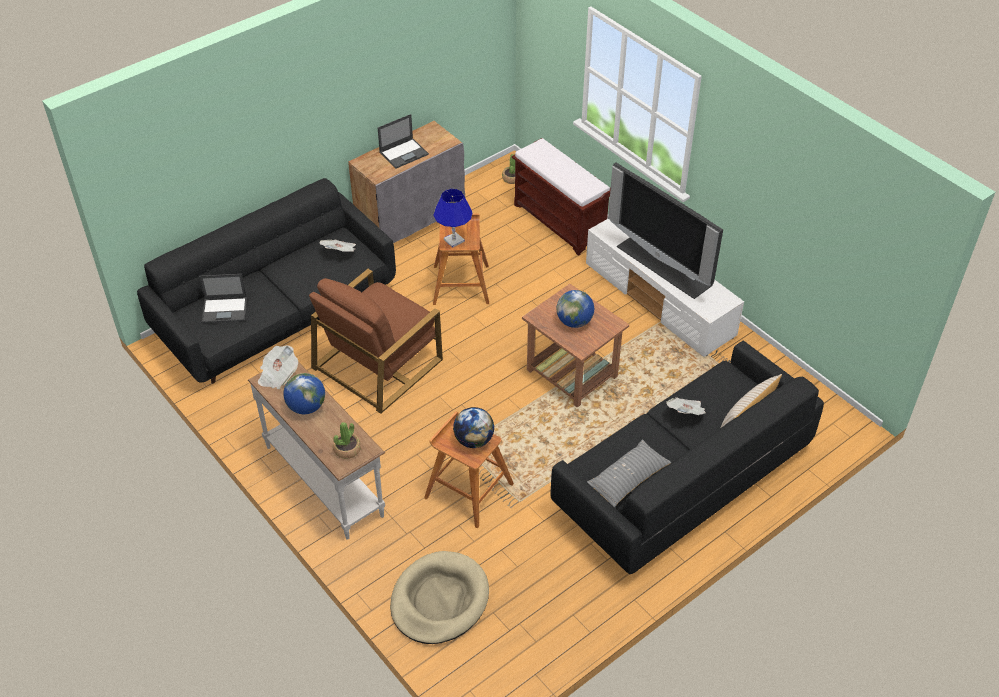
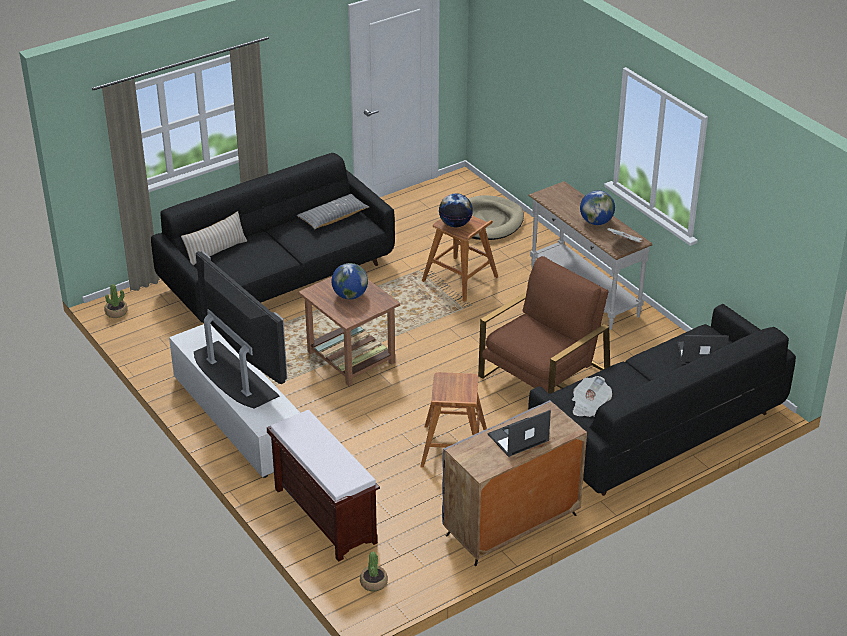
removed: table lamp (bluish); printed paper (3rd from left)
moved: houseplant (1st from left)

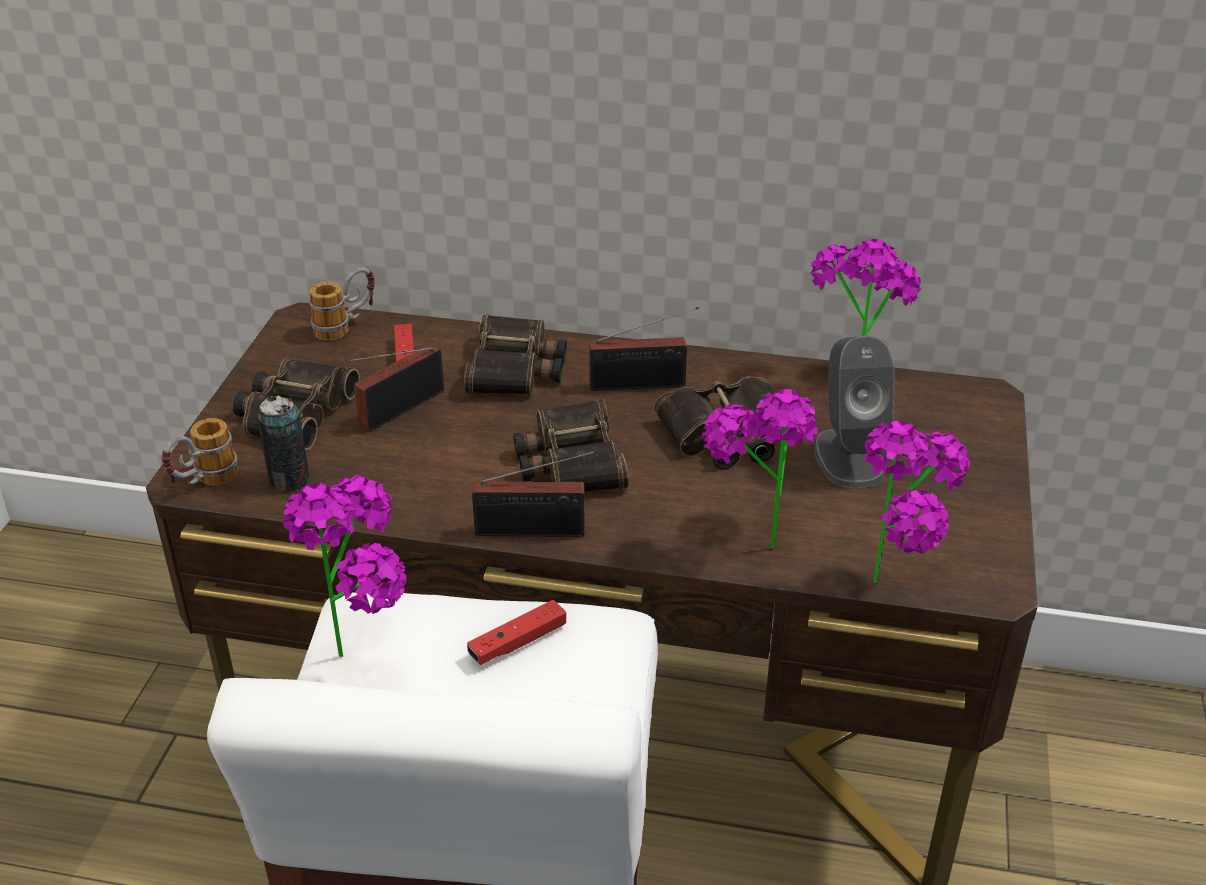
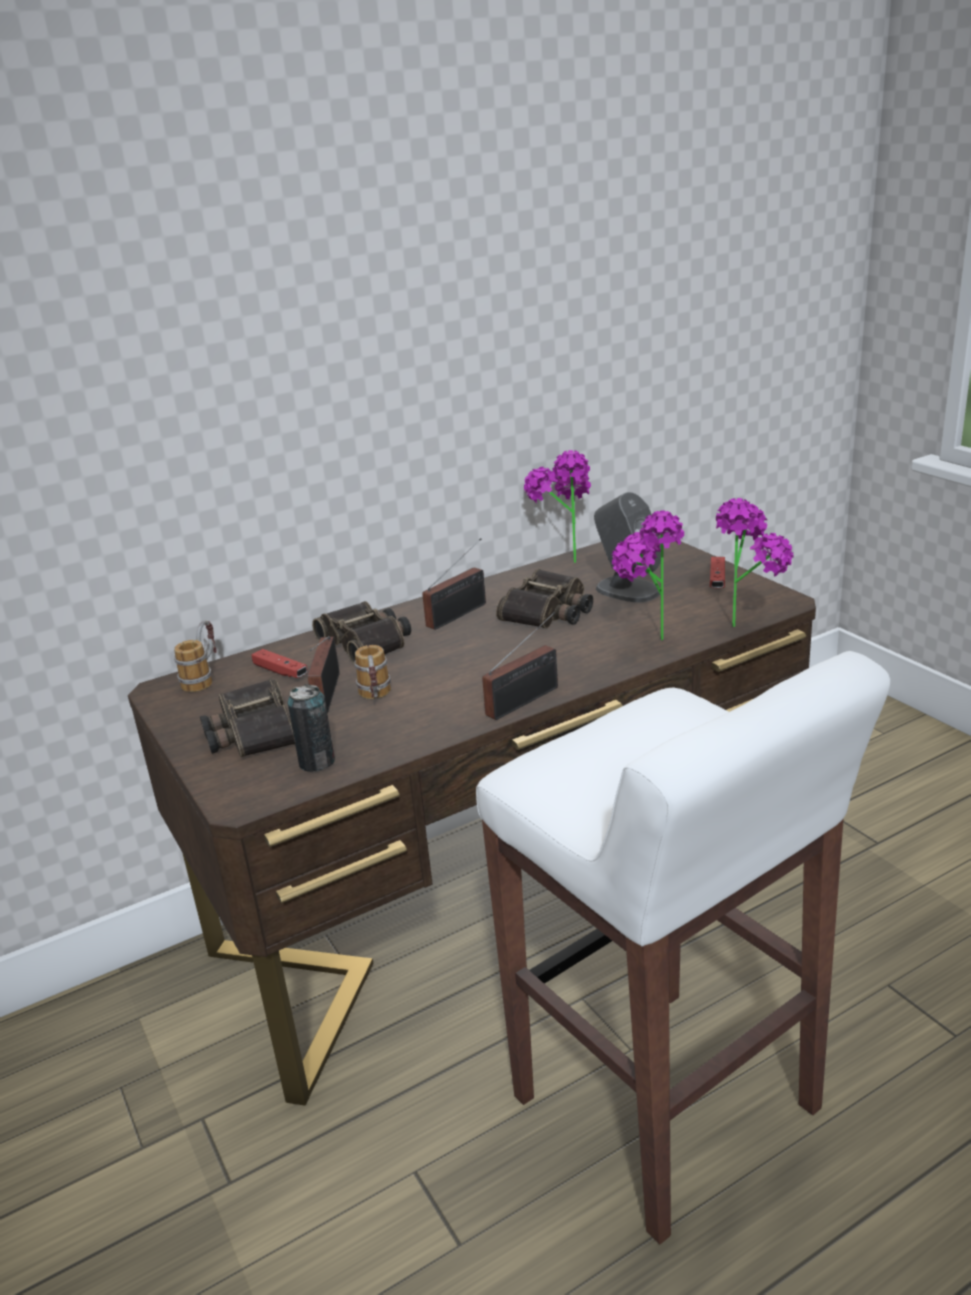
removed: houseplant (1st from left); field glasses (3rd from left)
moved: coffee mug (1st from left in the first image) to coffee mug (2nd from left); game controller (red) (2nd from left)

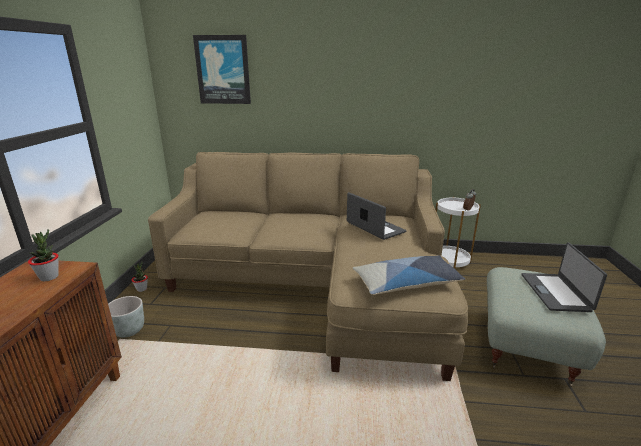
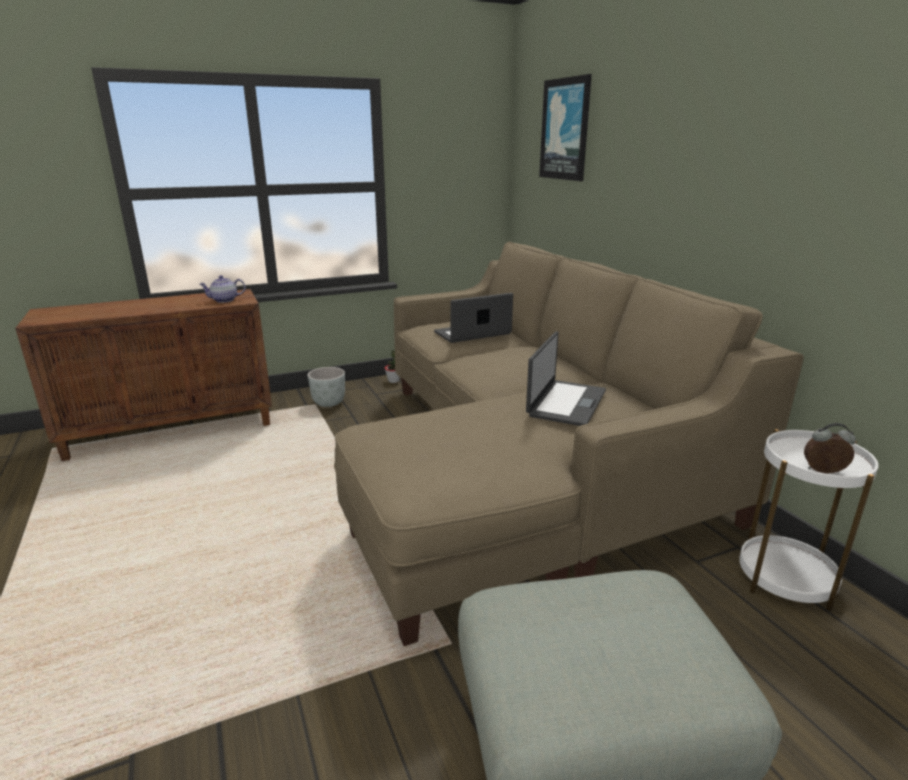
removed: pillow
moved: notebook computer (2nd from left in the first image) to notebook computer (1st from left)
replaced: houseplant (1st from left) to tea pot

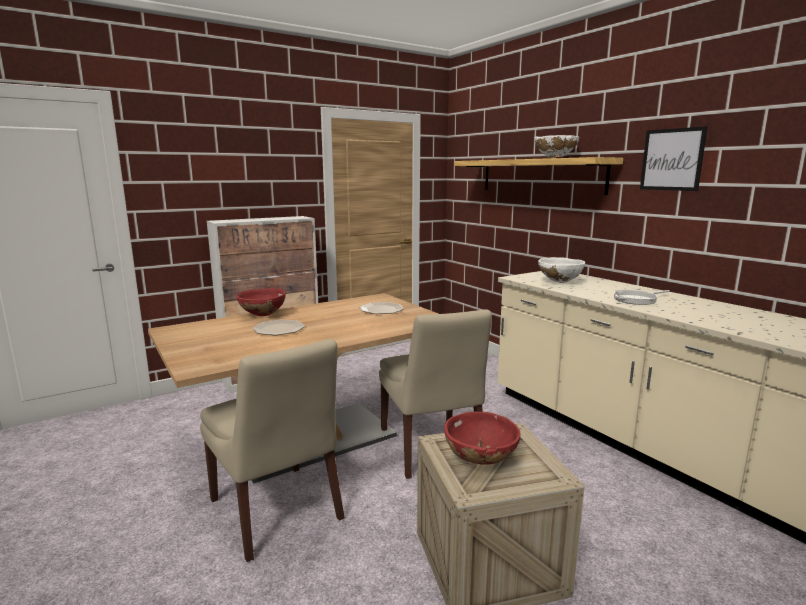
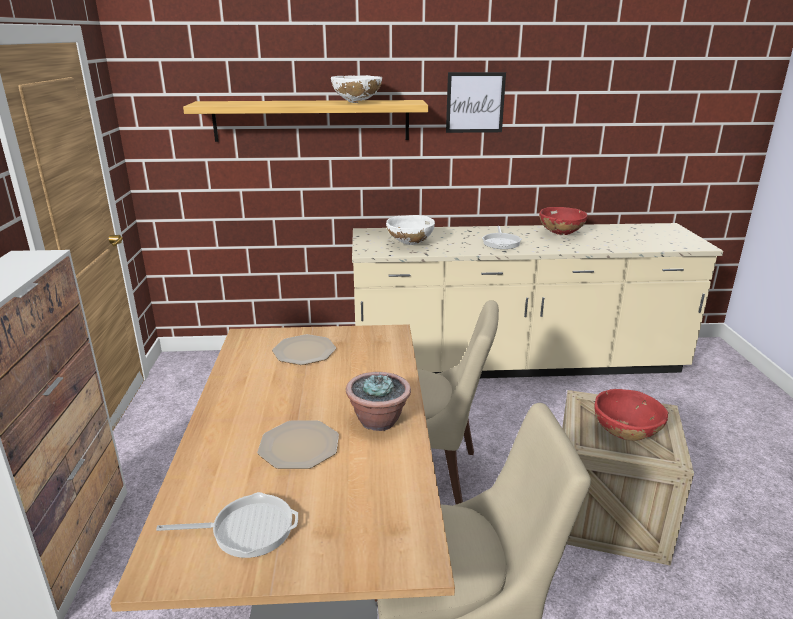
added: skillet (1st from left); houseplant
moved: bowl (red) (1st from left)

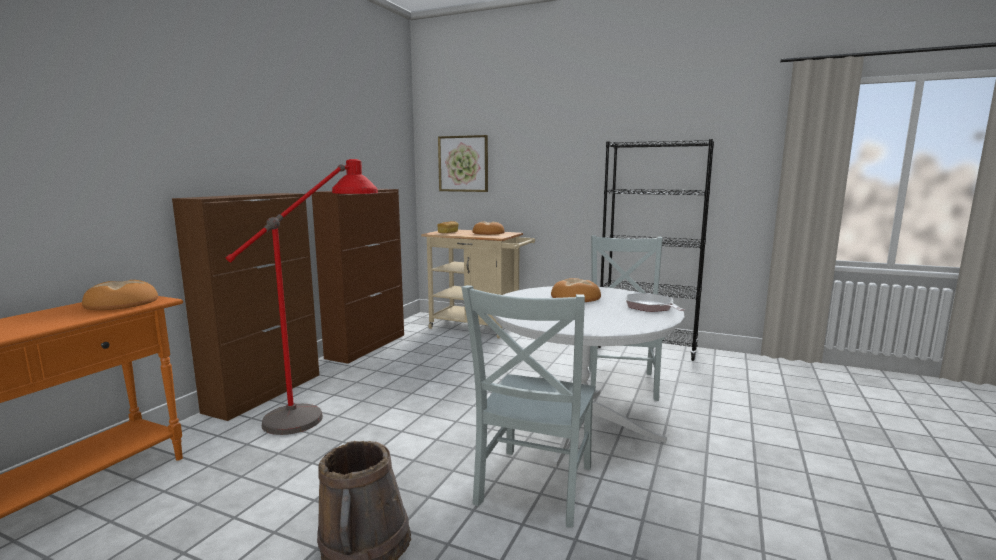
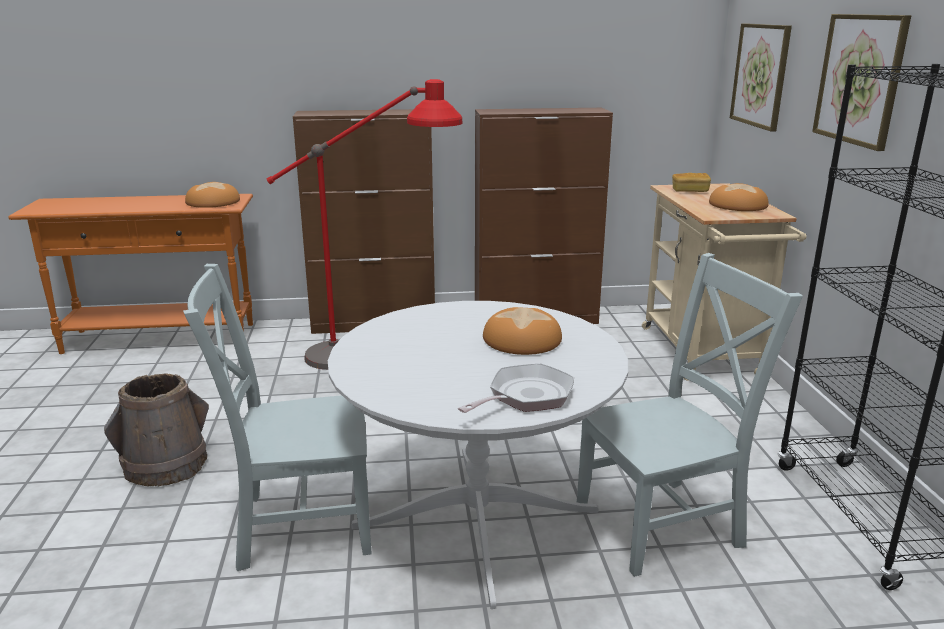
added: picture (2nd from left)

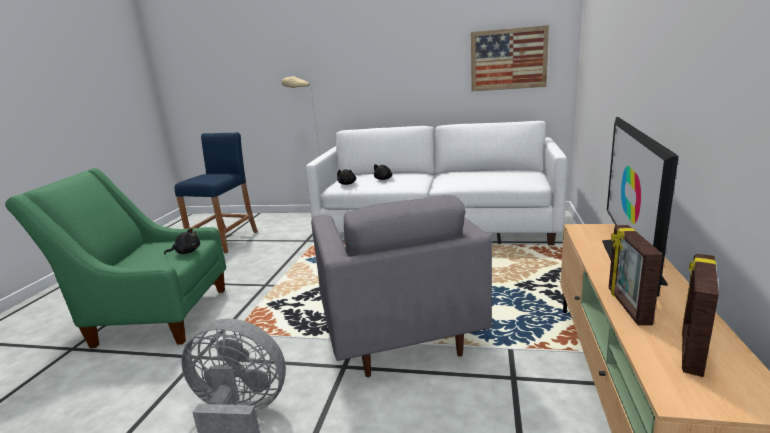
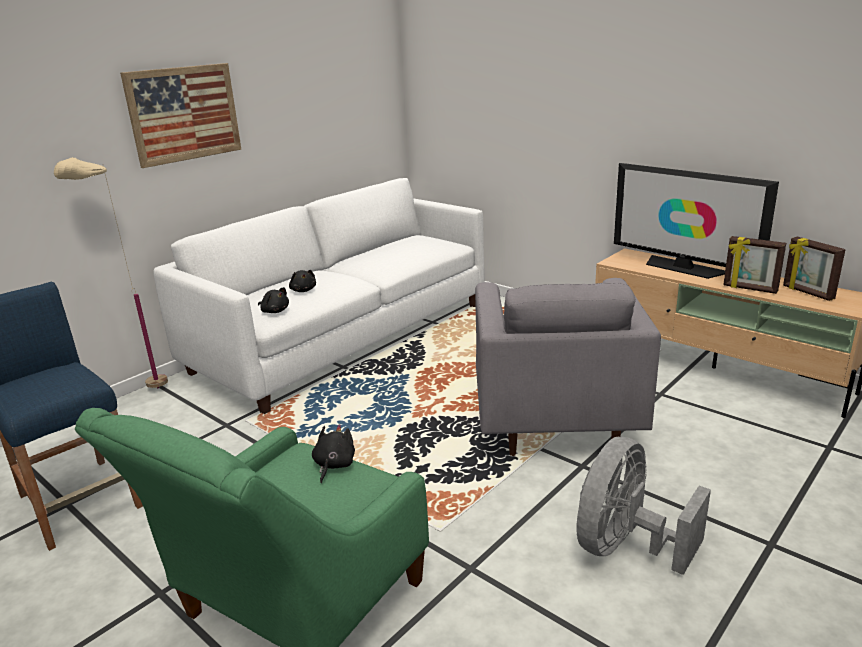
moved: picture
turned: easy chair (grey) 75 degrees clockwise

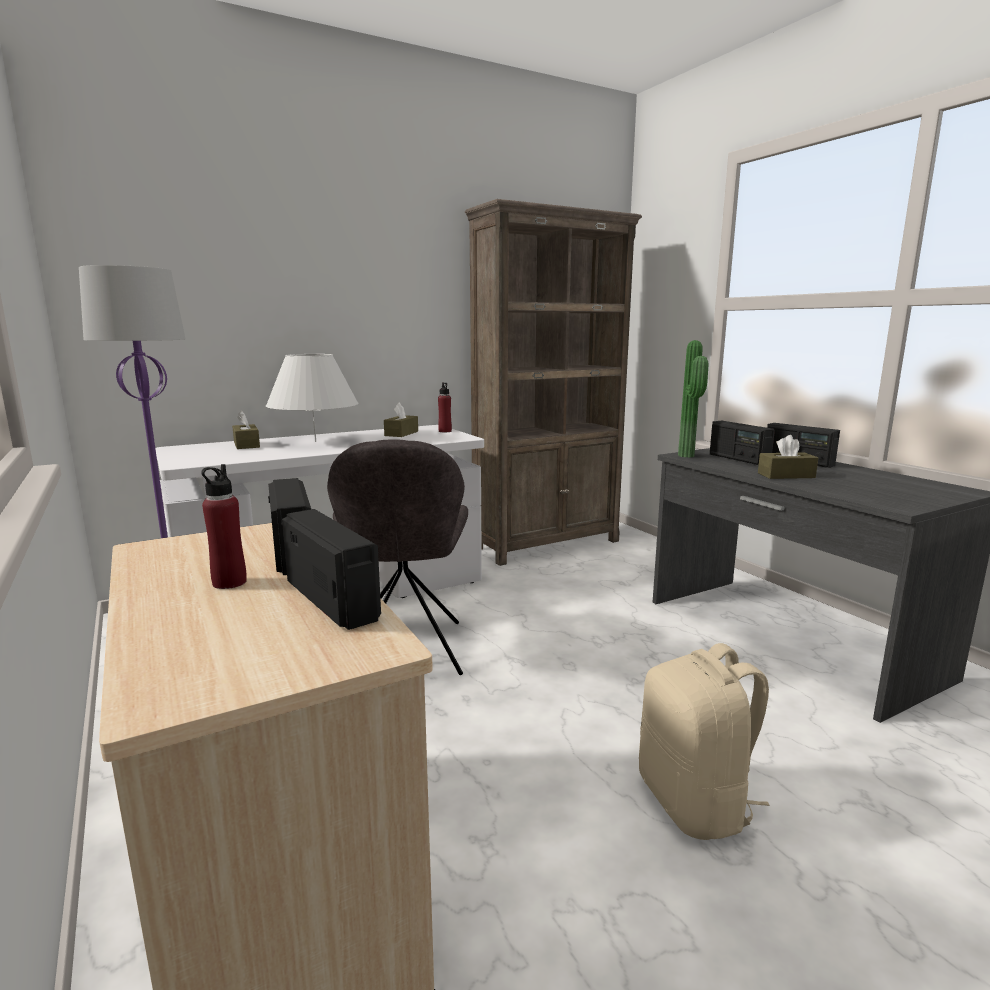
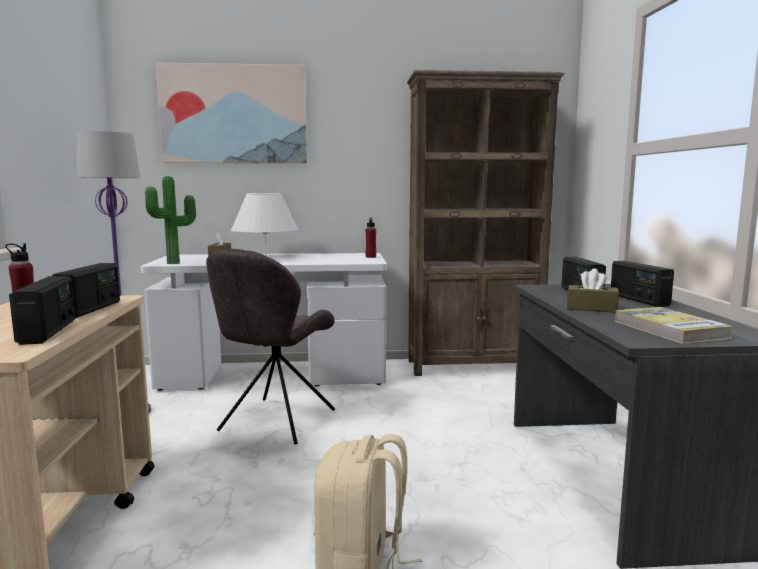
removed: box of tissues (brown) (2nd from left)
added: picture; book
moved: houseplant

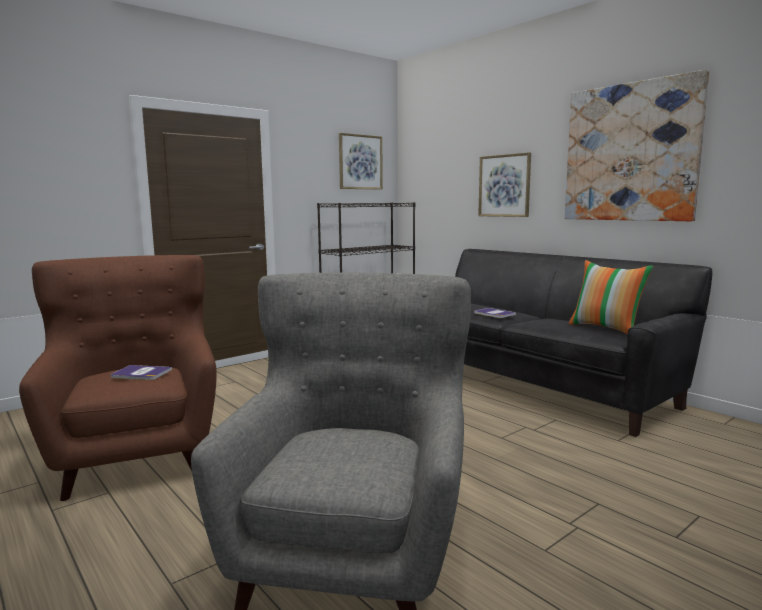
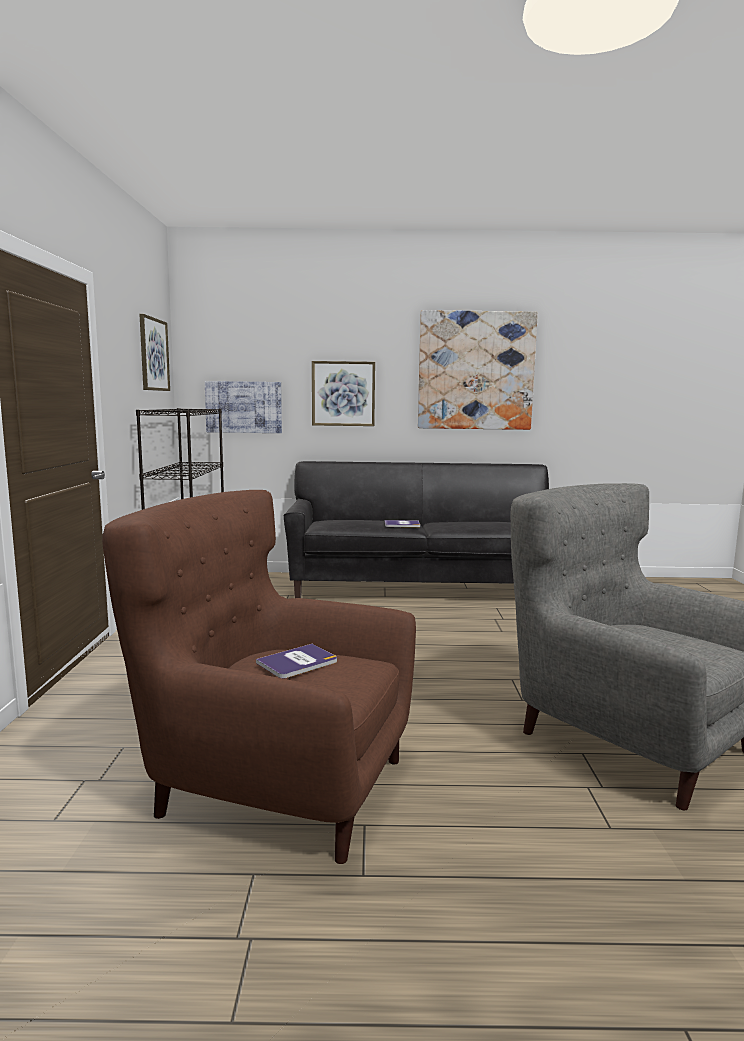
removed: pillow
added: picture (2nd from left)

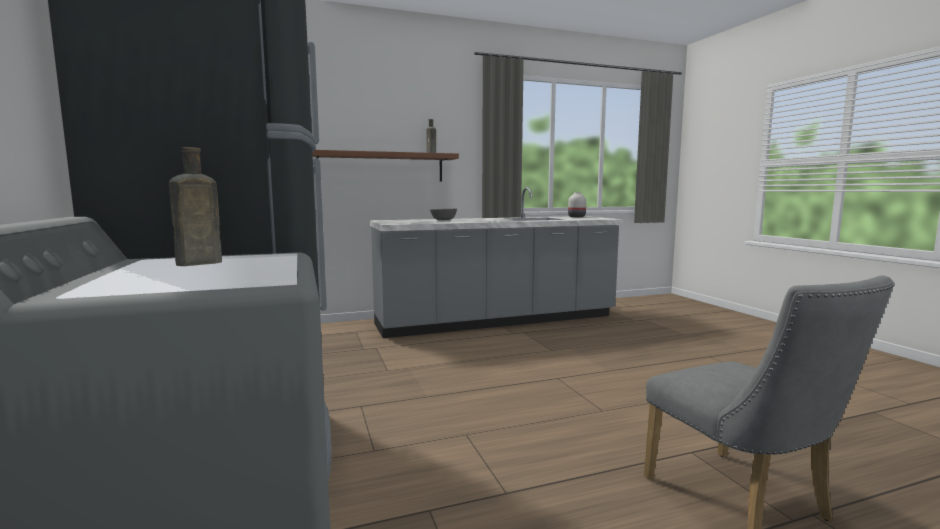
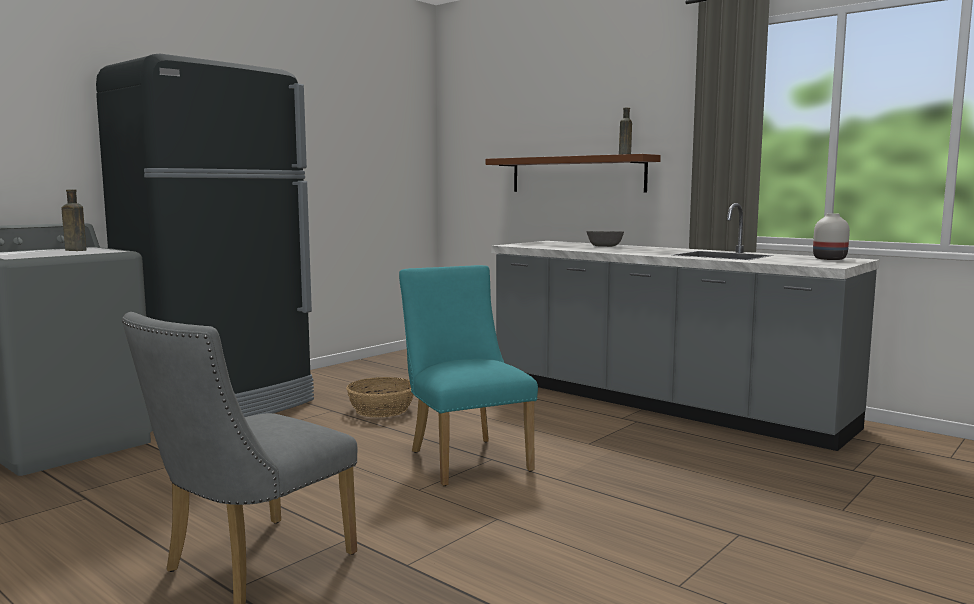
added: storage basket; plain chair (blue-green)

